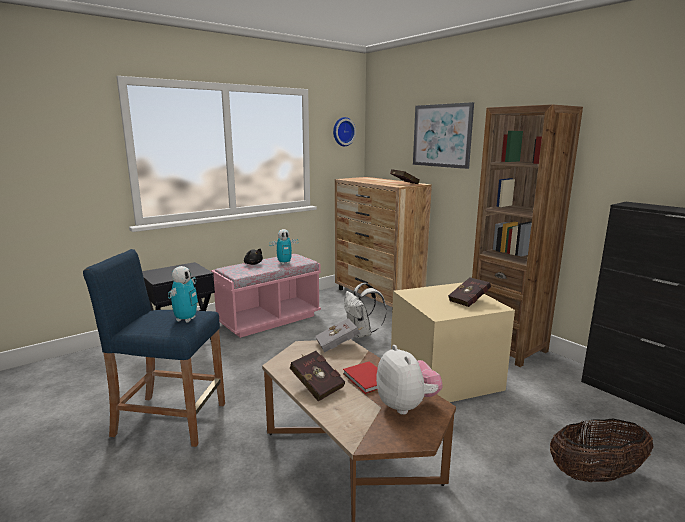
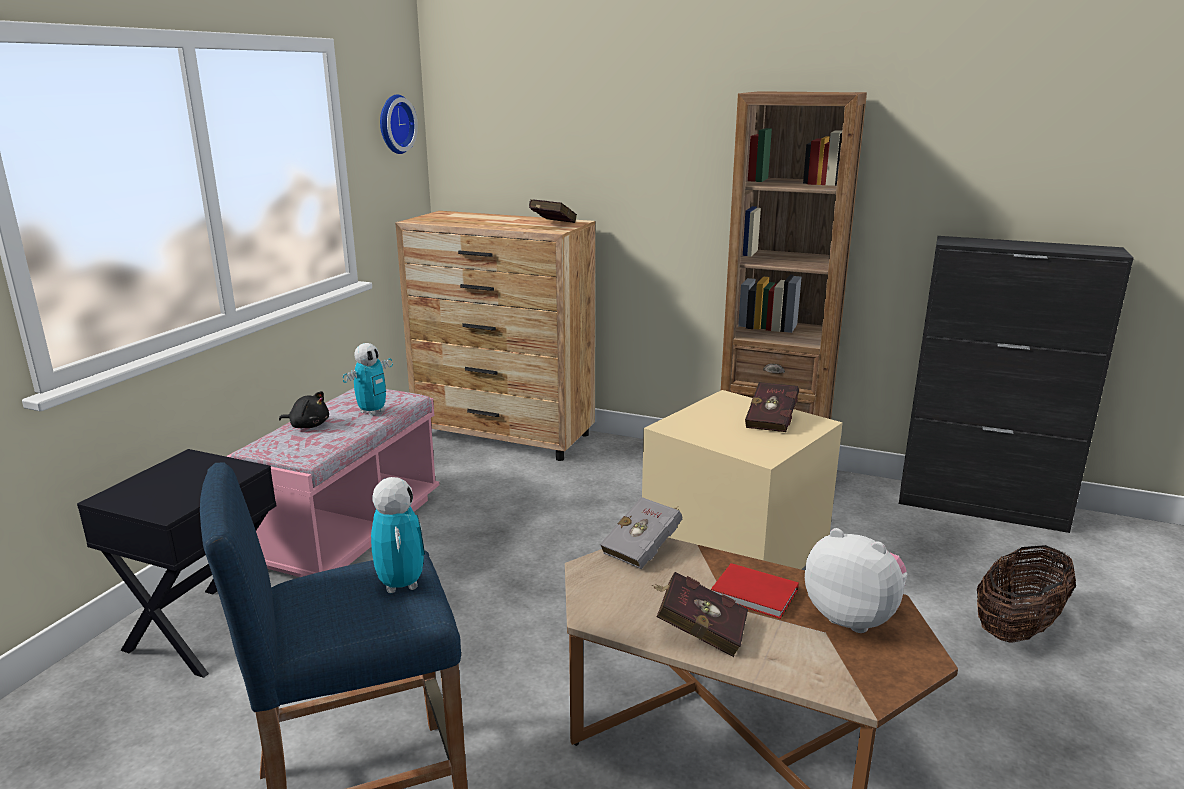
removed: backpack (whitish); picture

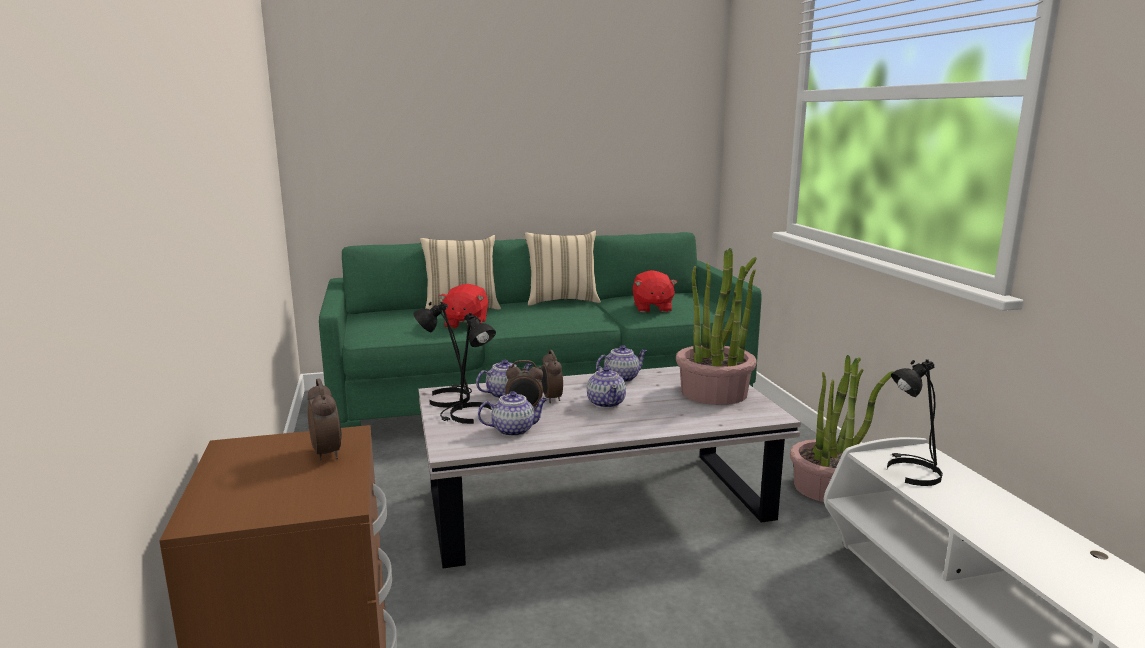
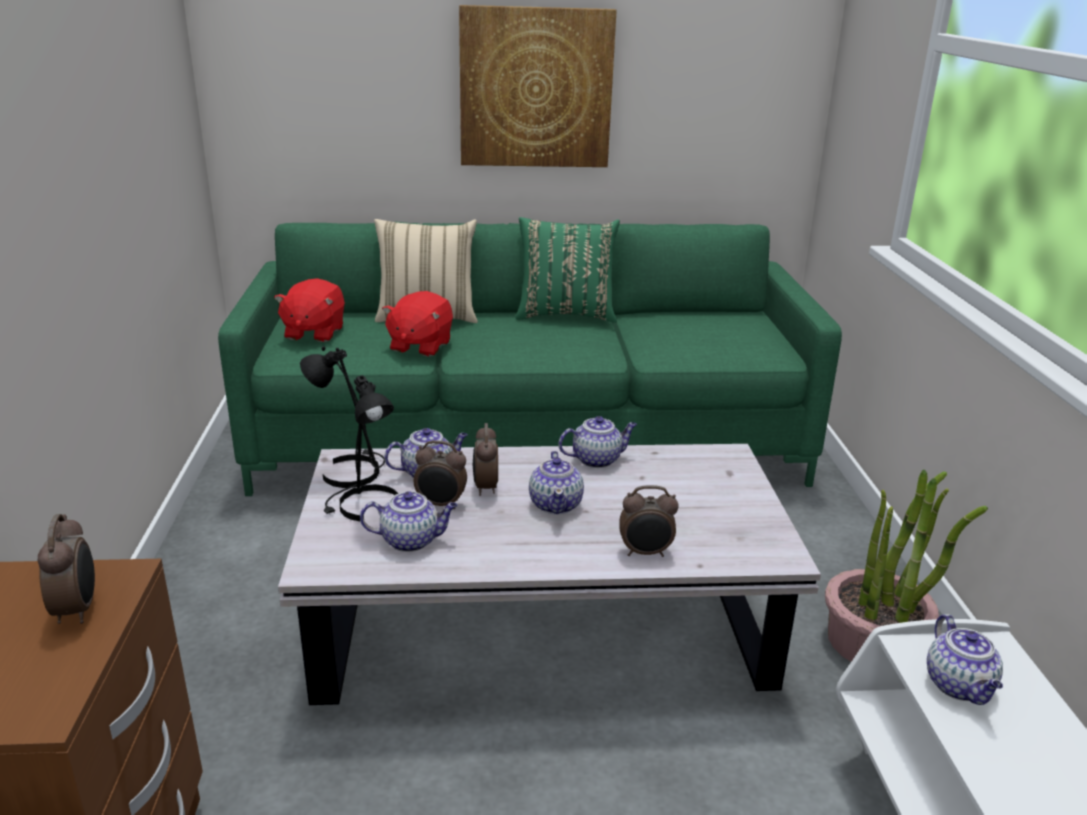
removed: houseplant (1st from left)
added: picture; alarm clock (4th from left)
moved: soft toy (red) (2nd from left in the first image) to soft toy (red) (1st from left)
replaced: table lamp (black) (3rd from left) to tea pot (5th from left)
recoloured: pillow (beige-coloured) (2nd from left) to pillow (green)

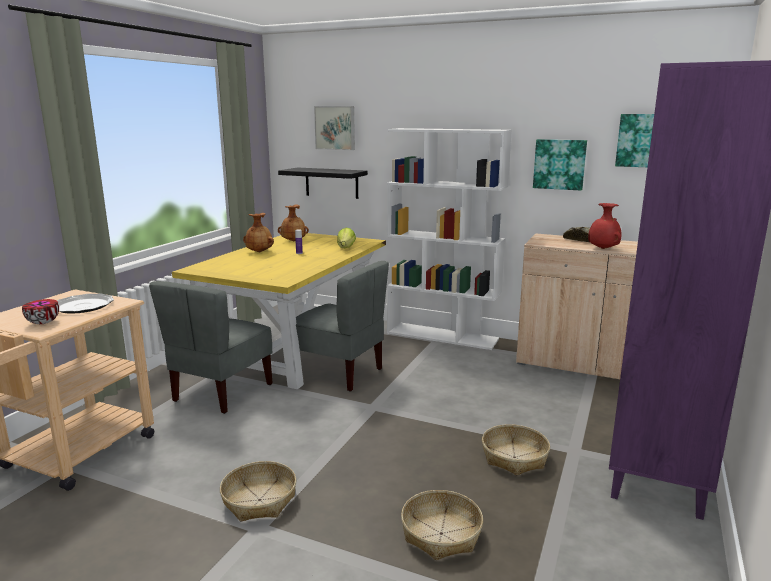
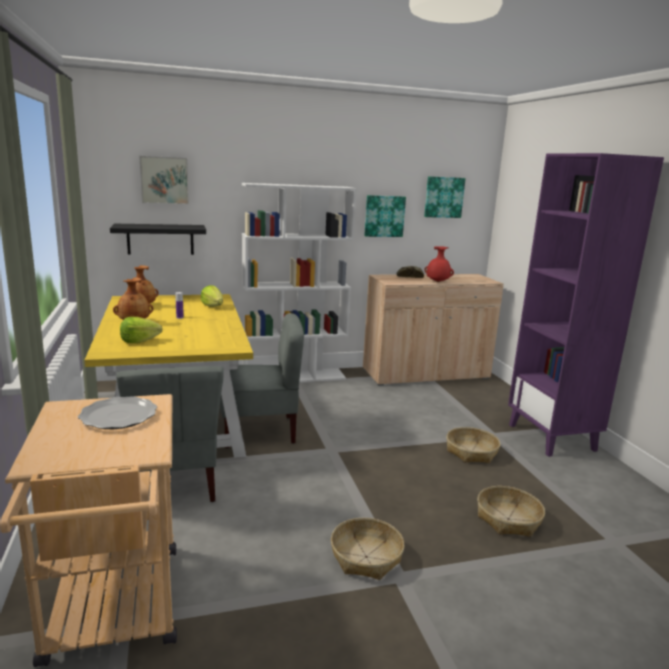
removed: bowl
added: head of lettuce (1st from left)

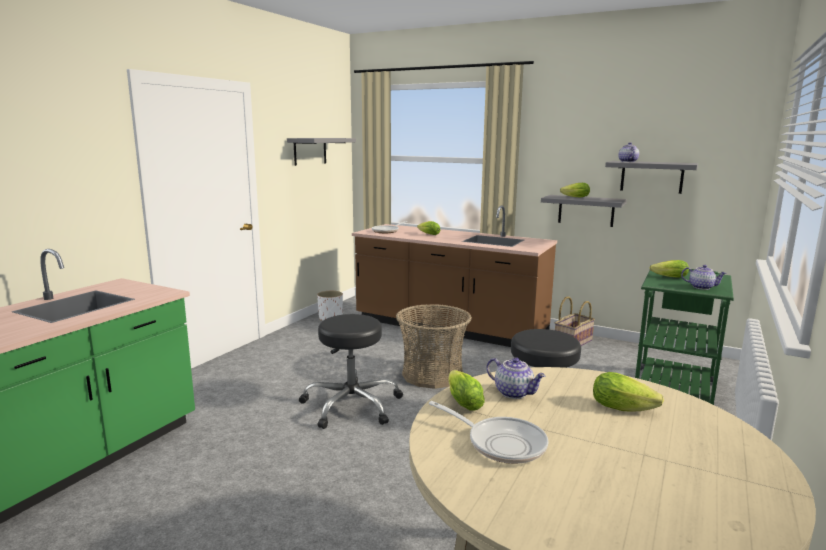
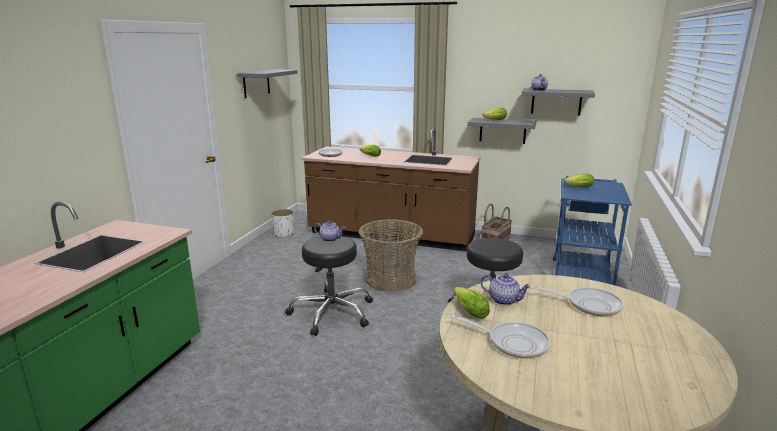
moved: tea pot (3rd from left in the first image) to tea pot (1st from left)
replaced: head of lettuce (4th from left) to skillet (3rd from left)
recoloured: trolley (green) to trolley (bluish)

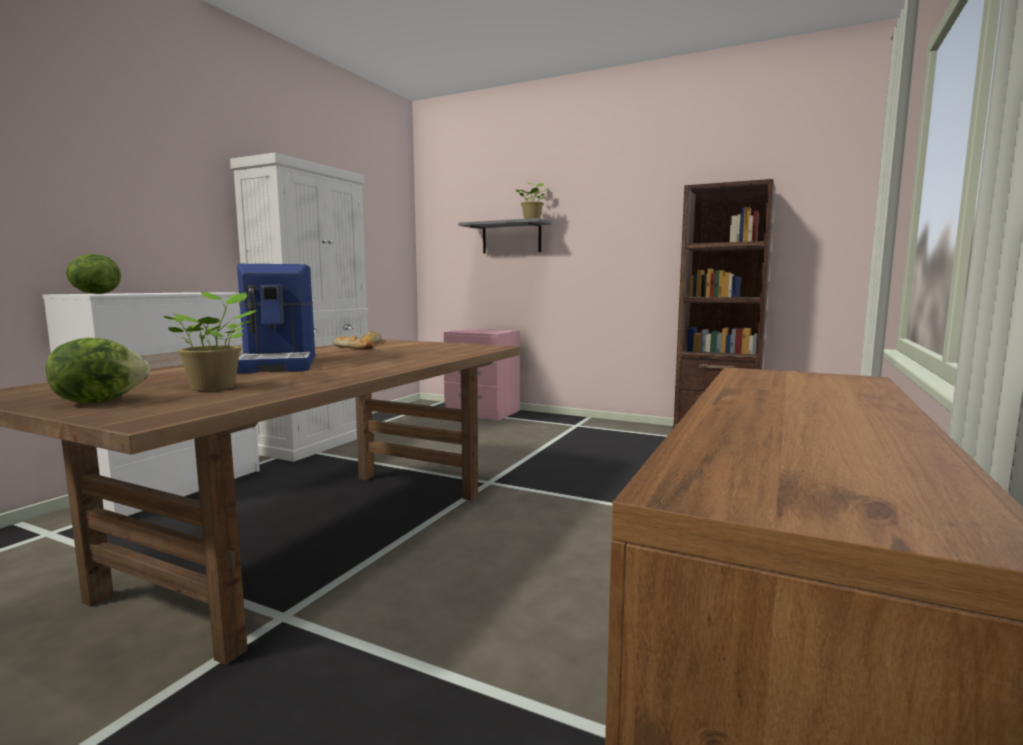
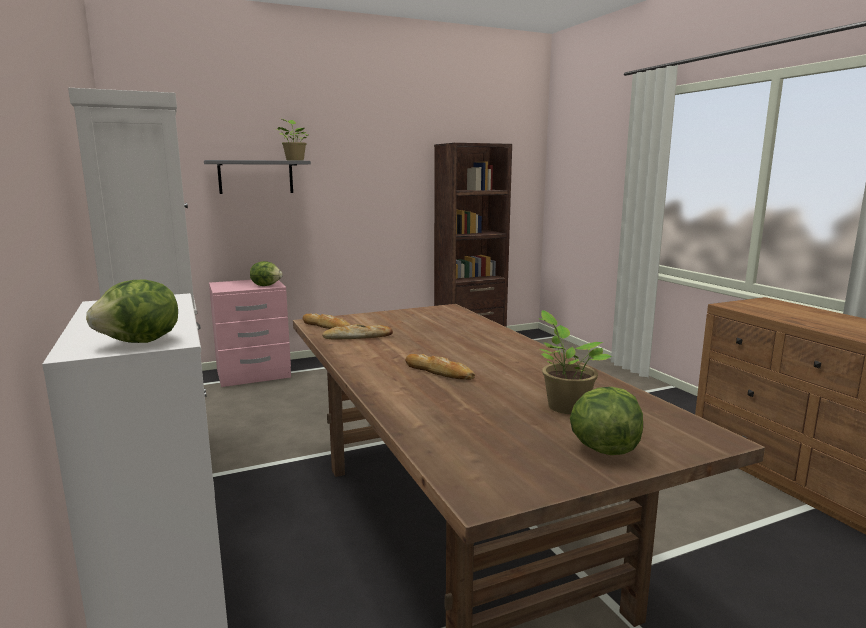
added: head of lettuce (2nd from left)
replaced: coffee maker to bread (3rd from left)

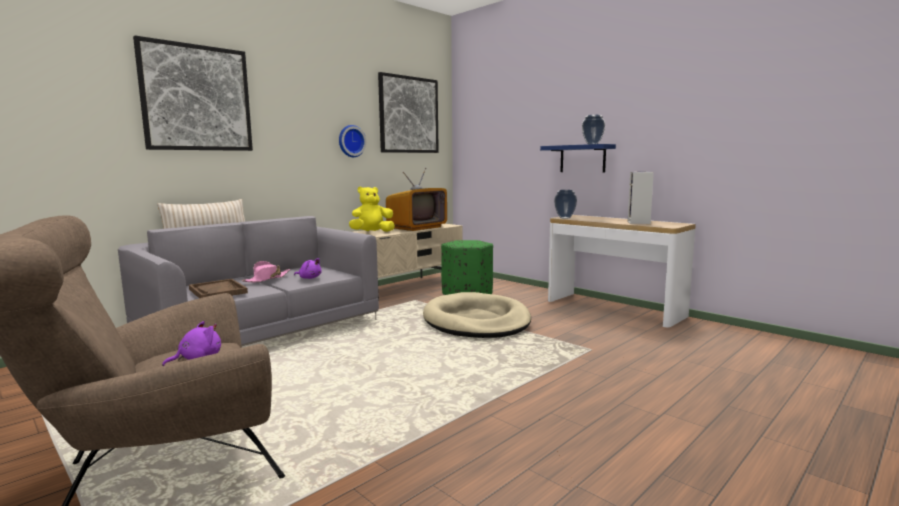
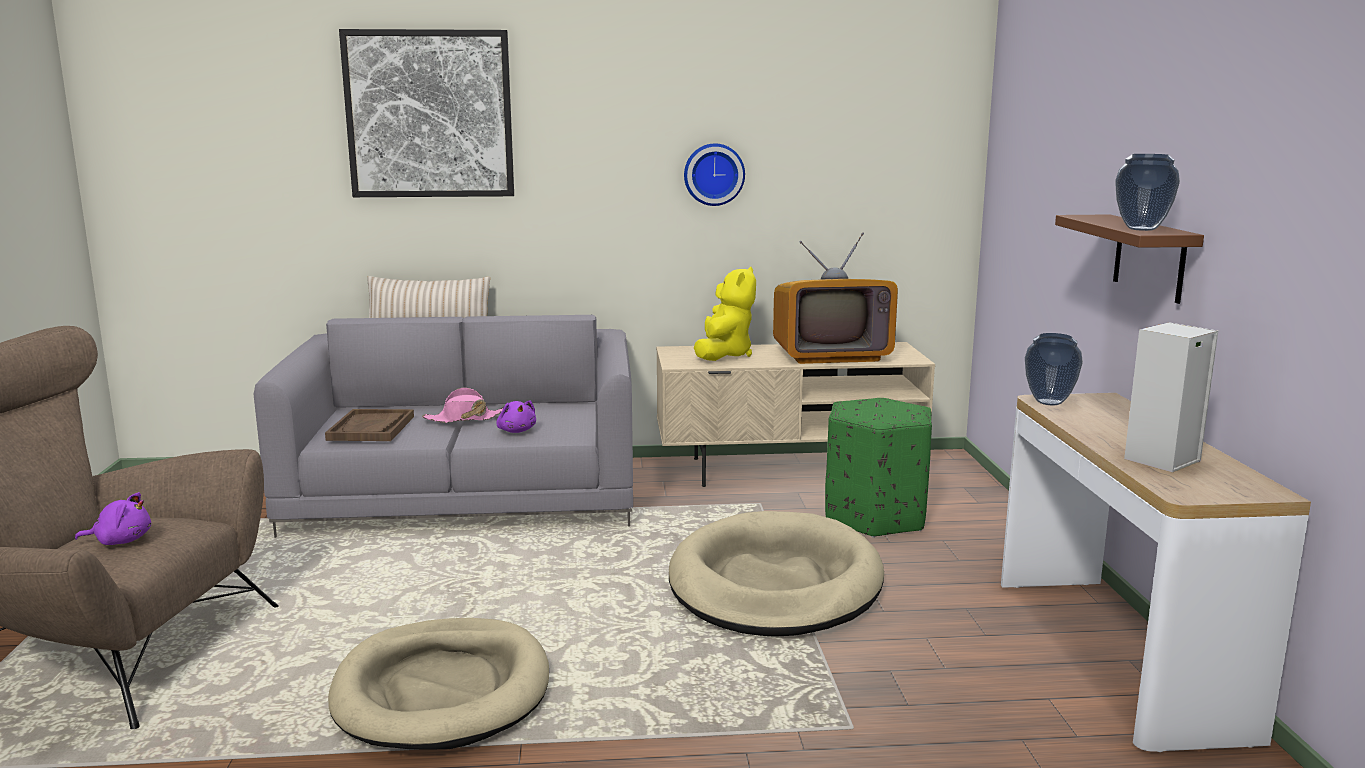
removed: picture (2nd from left)
added: dog bed (beige-coloured) (1st from left)
recoloured: shelf (bluish) to shelf (brown)
turned: soft toy (yellowish) 90 degrees clockwise

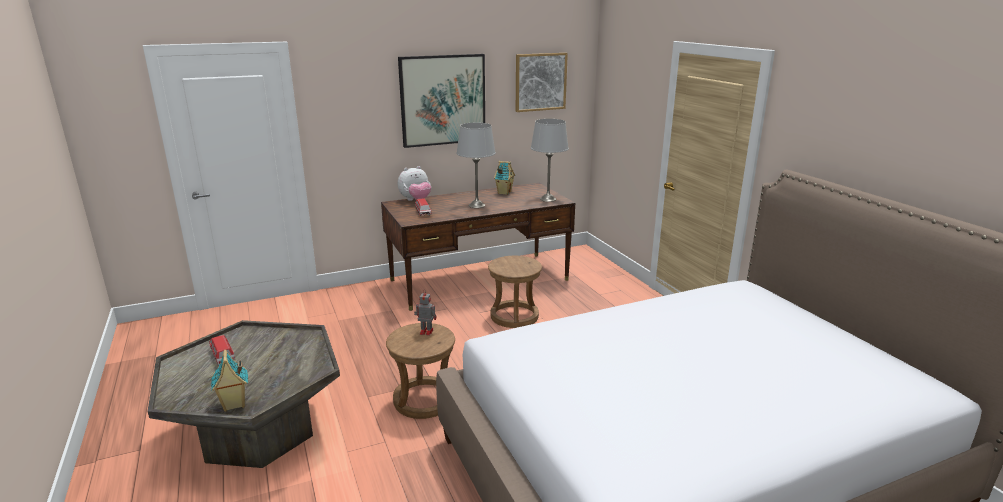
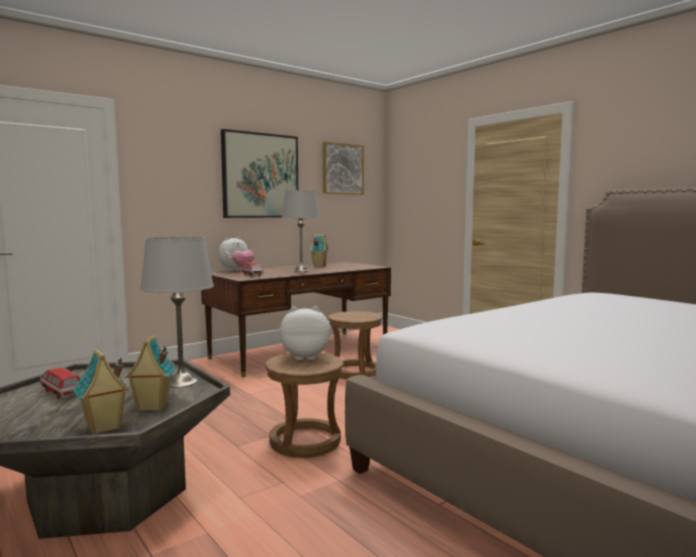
added: toy house (2nd from left)
moved: table lamp (grey) (2nd from left in the first image) to table lamp (grey) (1st from left)
replaced: model robot to soft toy (2nd from left)

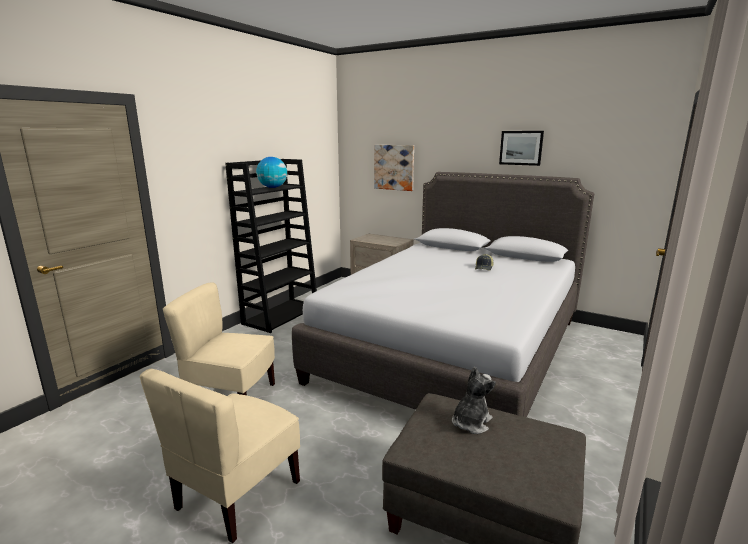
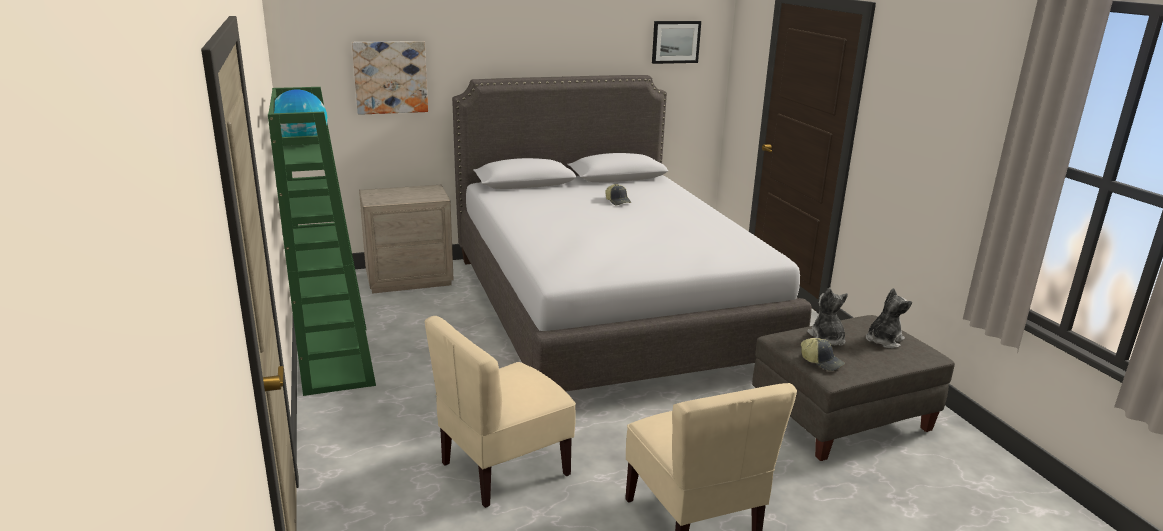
added: baseball cap (2nd from left); soft toy (2nd from left)
moved: picture (2nd from left)
recoloured: bookcase (black) to bookcase (green)

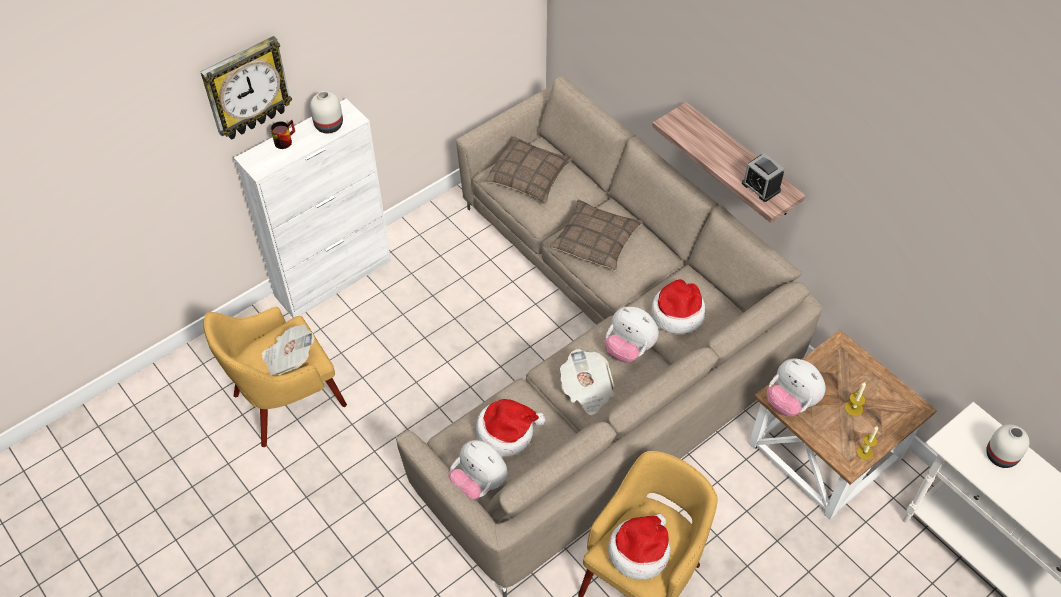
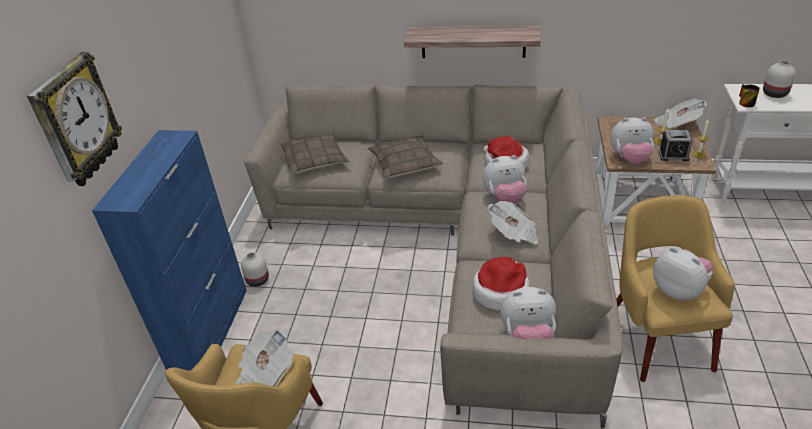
added: printed paper (3rd from left)
moved: coffee mug; decorative vase (whitish) (1st from left); alarm clock
replaced: clothing hat (2nd from left) to soft toy (4th from left)
recoloured: cabinet (whitish) to cabinet (bluish)

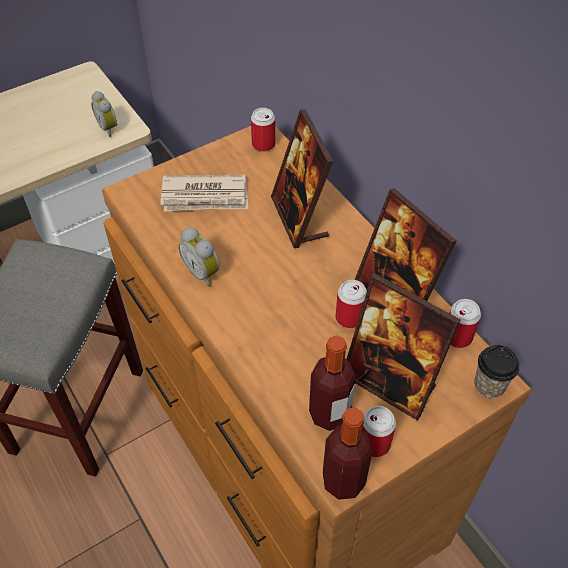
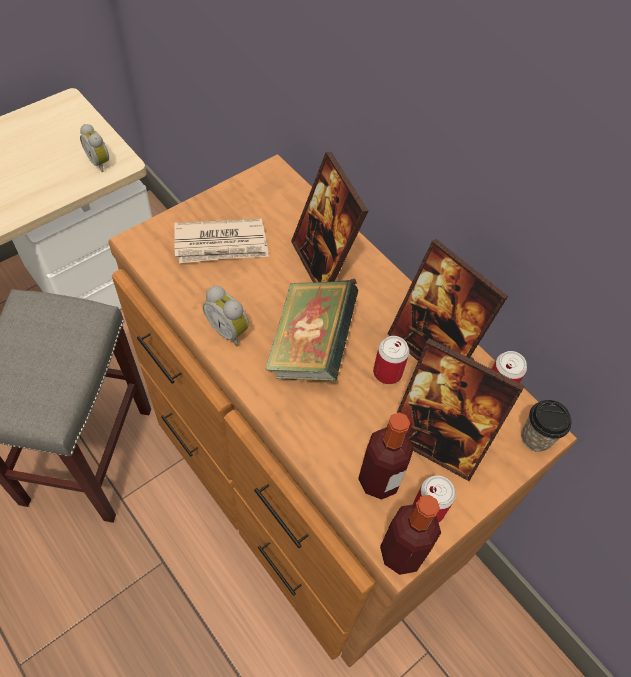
removed: sealed can (1st from left)
added: book

